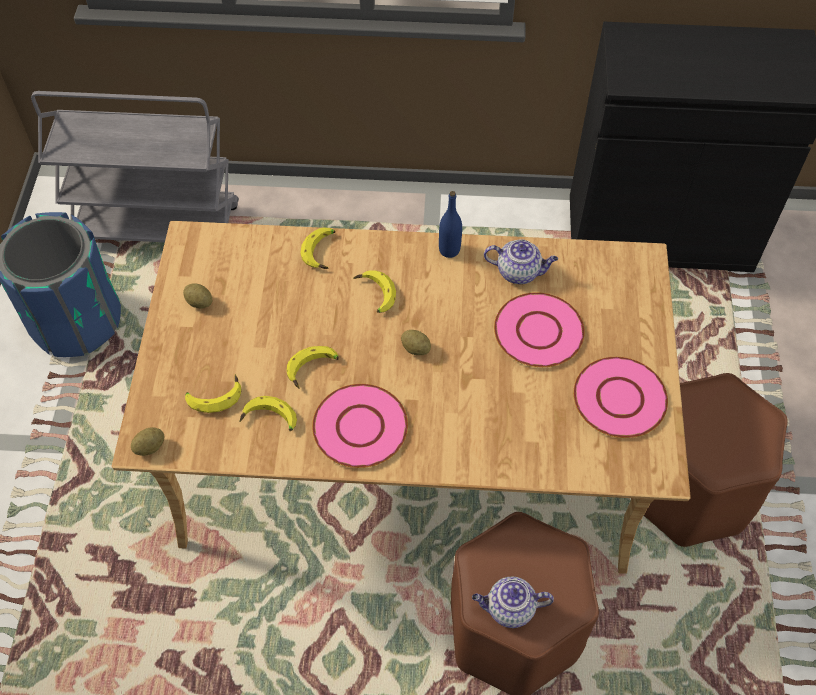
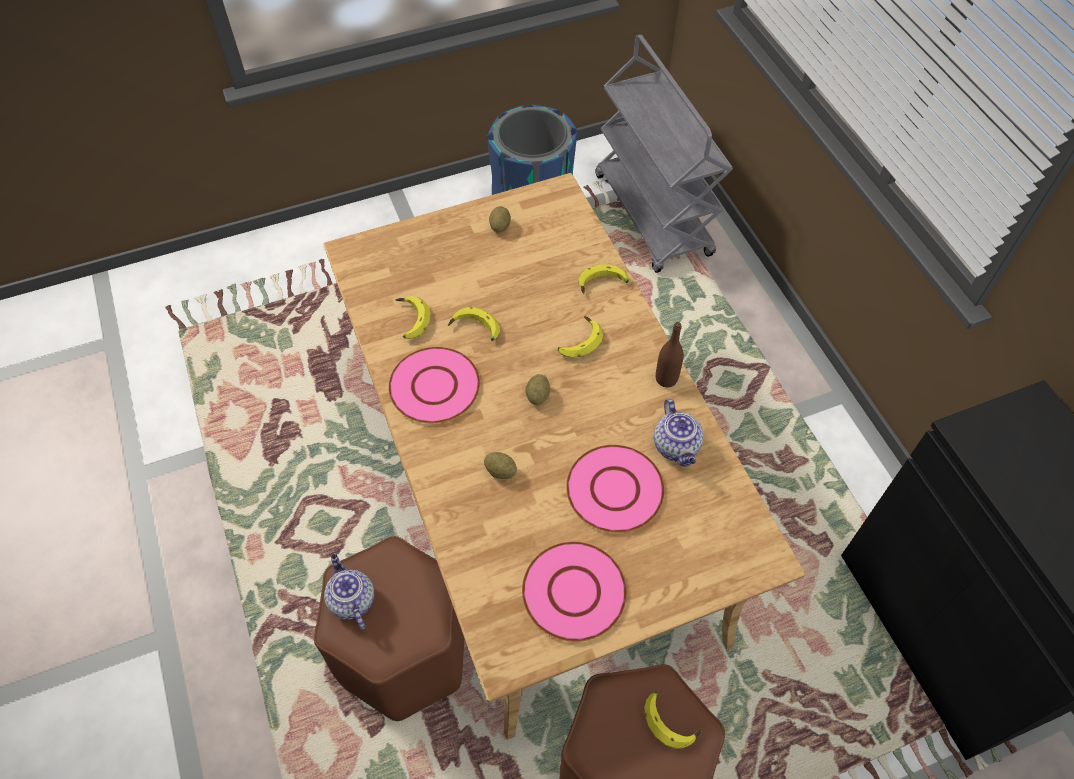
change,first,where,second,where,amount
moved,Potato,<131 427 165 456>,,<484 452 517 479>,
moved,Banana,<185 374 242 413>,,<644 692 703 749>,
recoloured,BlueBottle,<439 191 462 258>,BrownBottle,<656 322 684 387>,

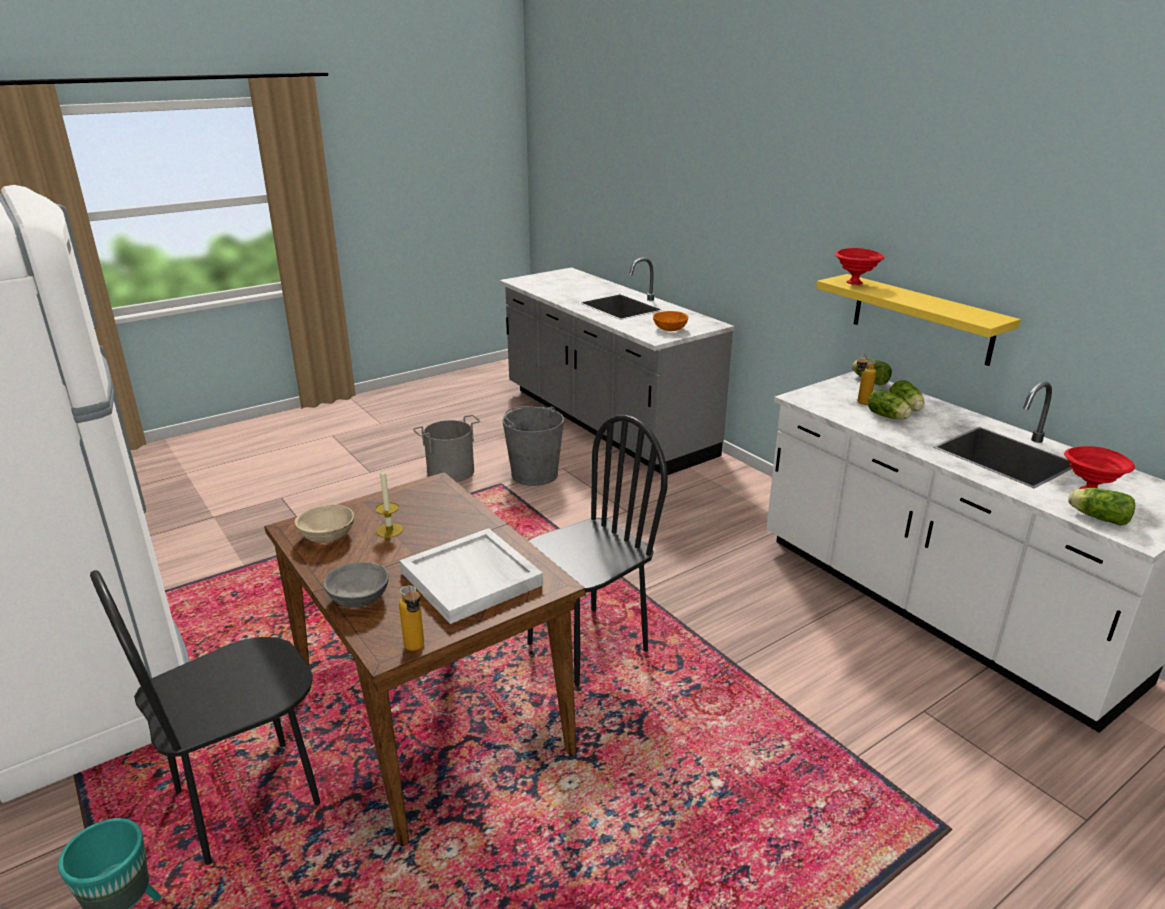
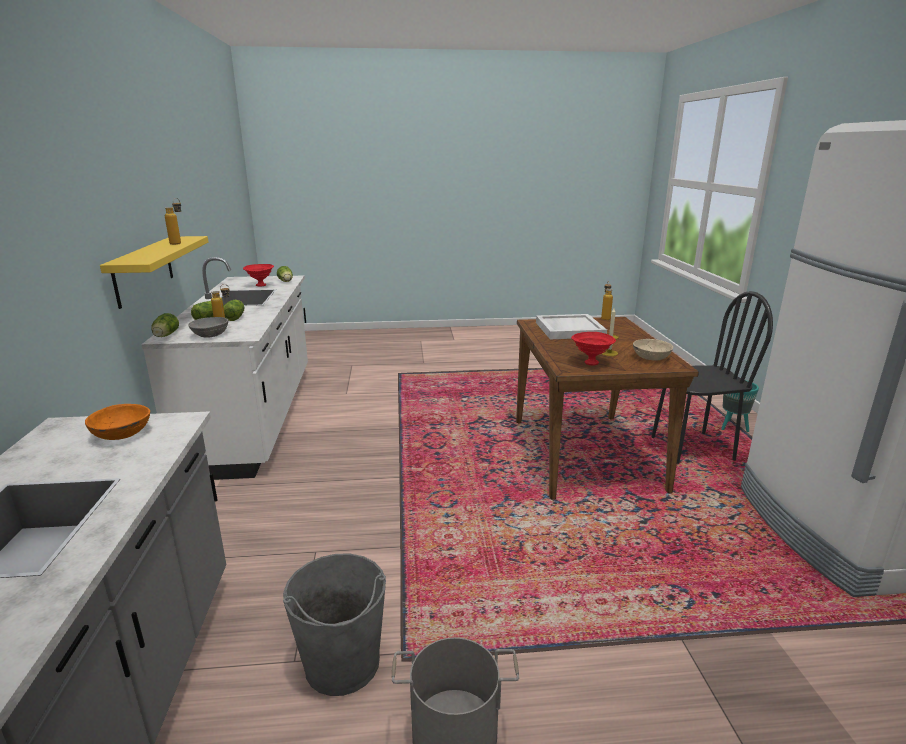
change,first,where,second,where,amount
added,,,Bottle,<165 198 181 245>,
moved,GreyBowl,<324 562 389 608>,,<188 317 228 338>,
moved,RedBowl,<835 248 885 285>,,<571 332 616 365>,
removed,BlackChair,<527 415 668 687>,,,

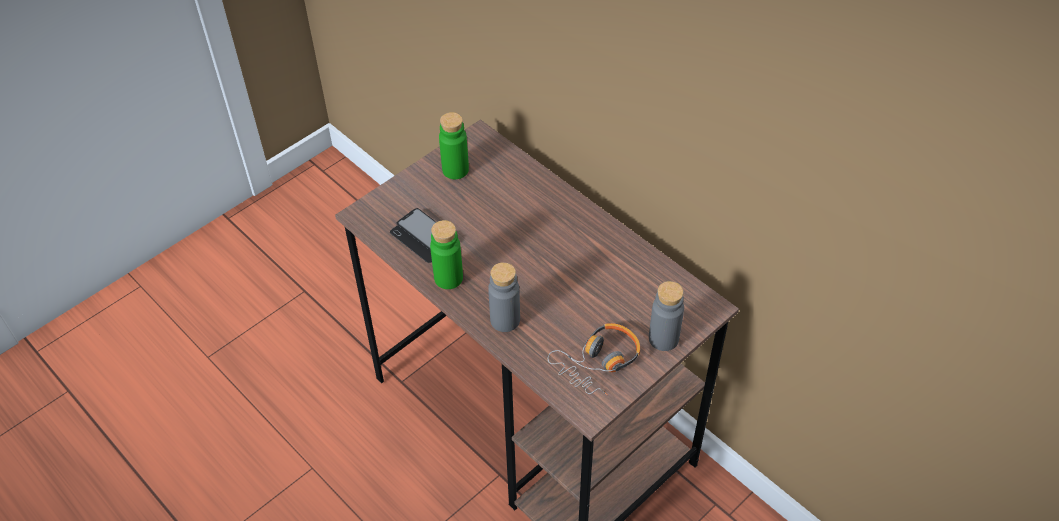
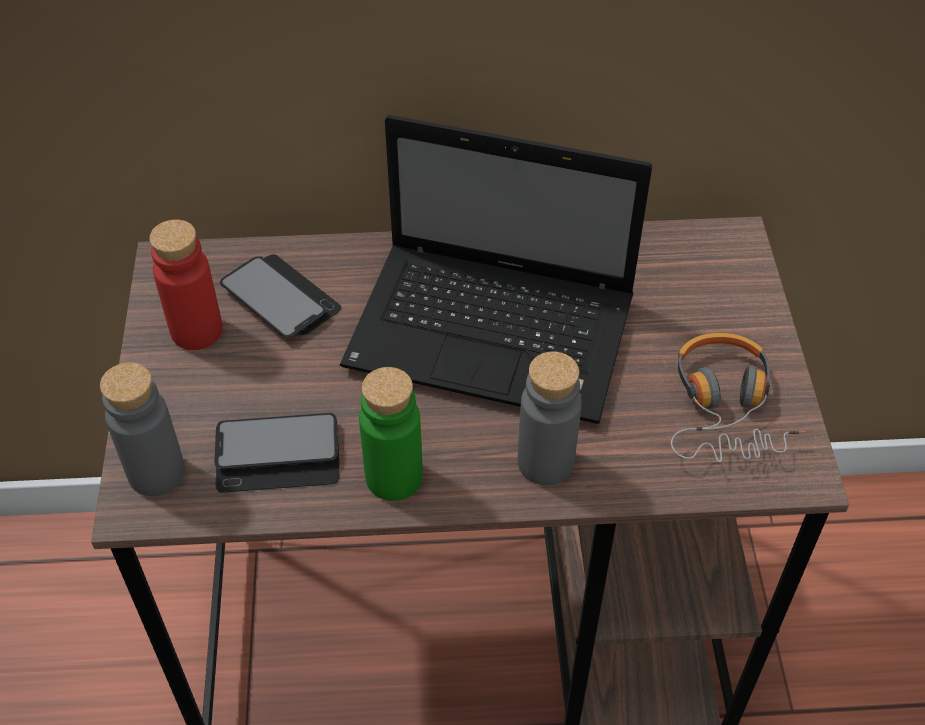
change,first,where,second,where,amount
moved,GreyBottle,<649 281 684 351>,,<100 362 185 496>,
recoloured,GreenBottle,<439 112 469 179>,RedBottle,<149 219 223 350>,
added,,,Phone,<220 254 341 338>,
added,,,Laptop,<340 115 652 424>,

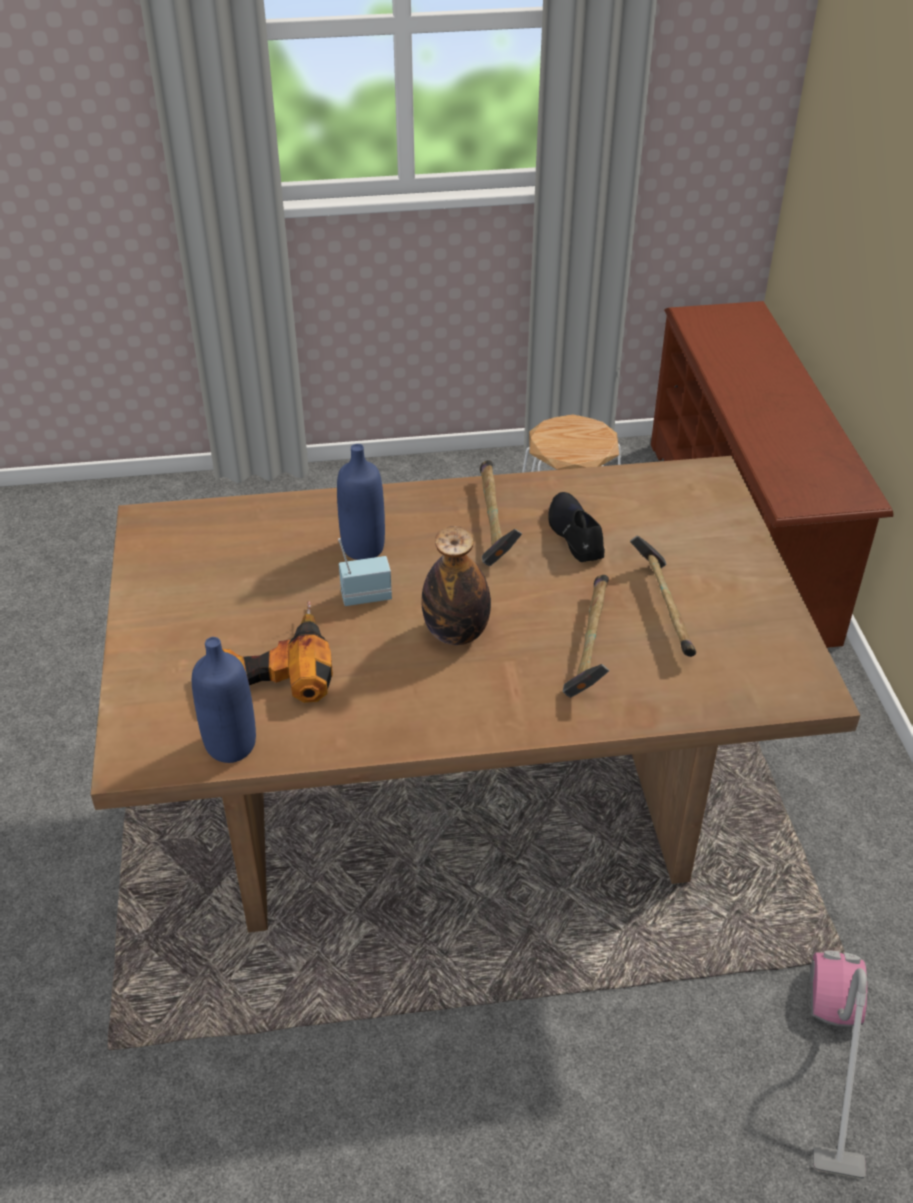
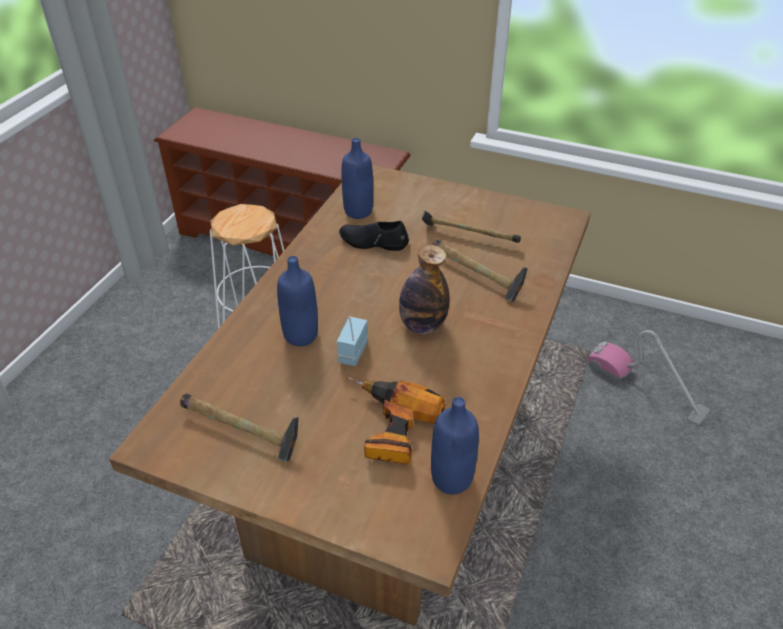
change,first,where,second,where,amount
moved,Hammer,<480 460 522 566>,,<180 393 299 462>,
added,,,BlueBottle,<342 138 373 219>,

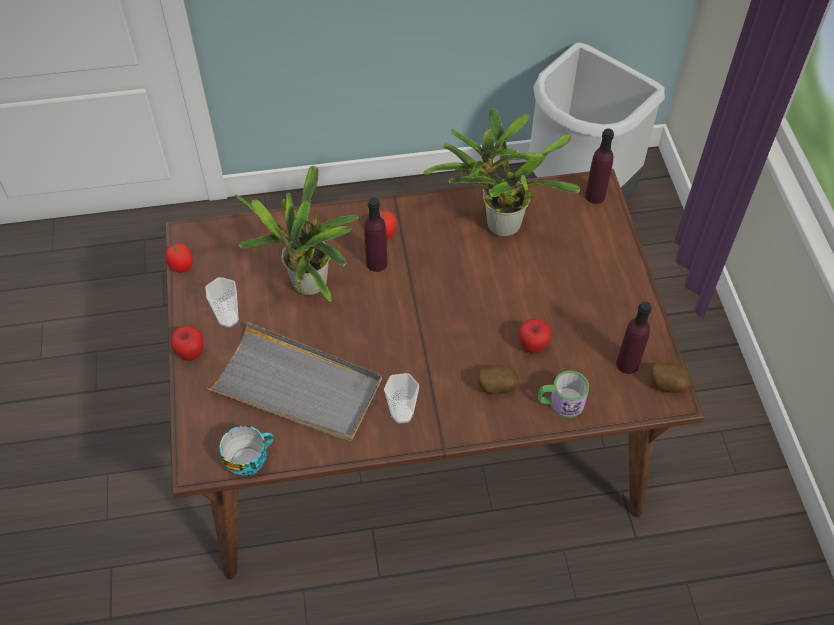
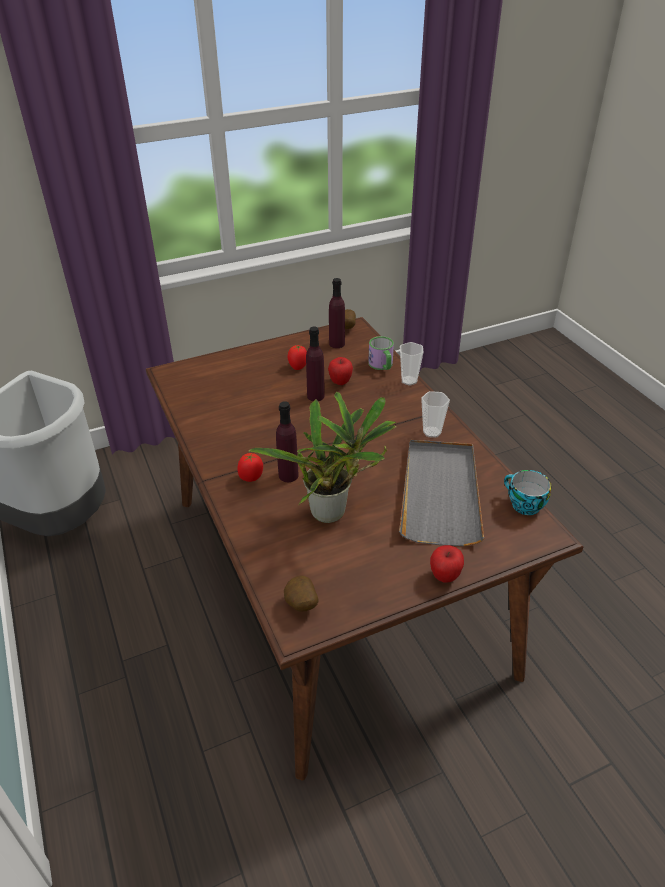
change,first,where,second,where,amount
moved,Potato,<478 365 519 394>,,<284 575 319 612>,
moved,Tomato,<166 244 193 273>,,<287 345 307 370>,
moved,PurpleBottle,<585 129 614 204>,,<306 327 324 401>,
moved,Cup,<205 277 239 328>,,<400 342 423 385>,
removed,PottedPlant,<423 108 580 237>,,,

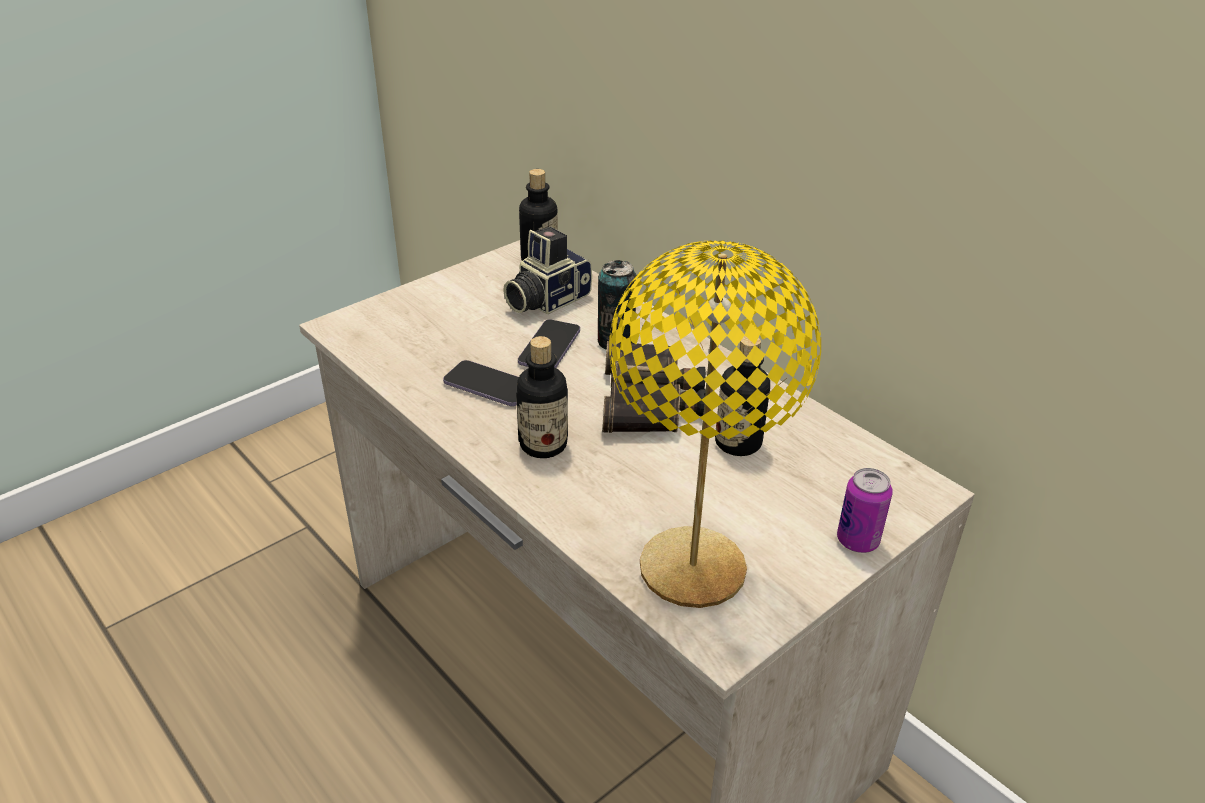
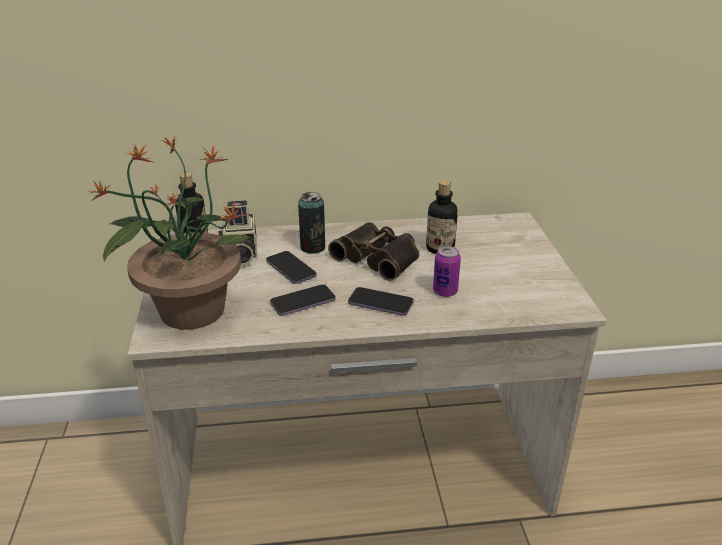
change,first,where,second,where,amount
added,,,PottedPlant,<89 137 249 330>,
replaced,Bottle,<516 336 568 458>,Phone,<348 287 414 316>,
moved,Can,<837 468 893 553>,,<433 246 461 297>,
removed,YellowTableLamp,<609 240 821 608>,,,

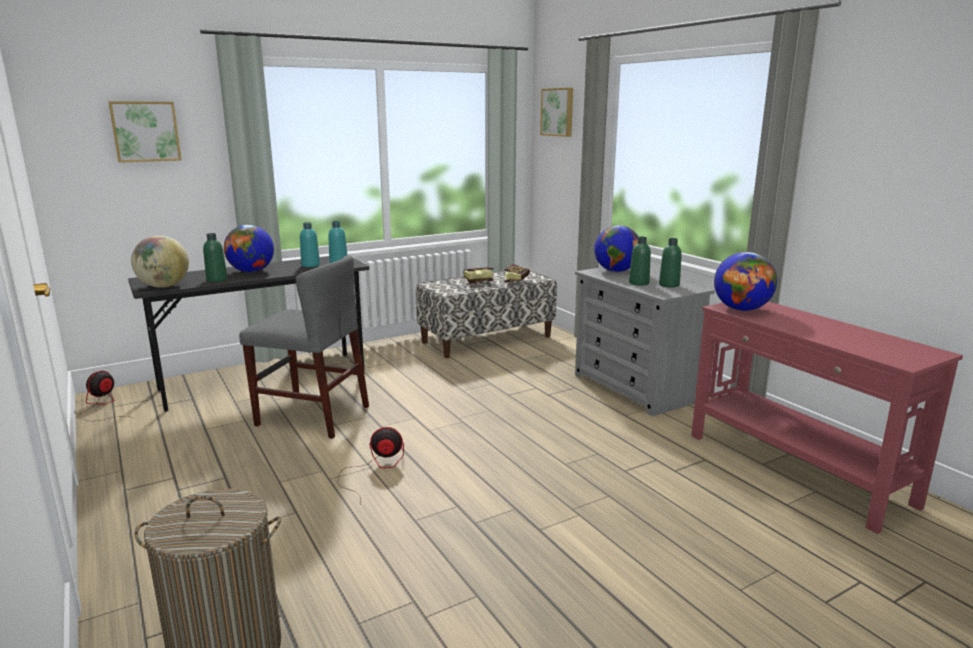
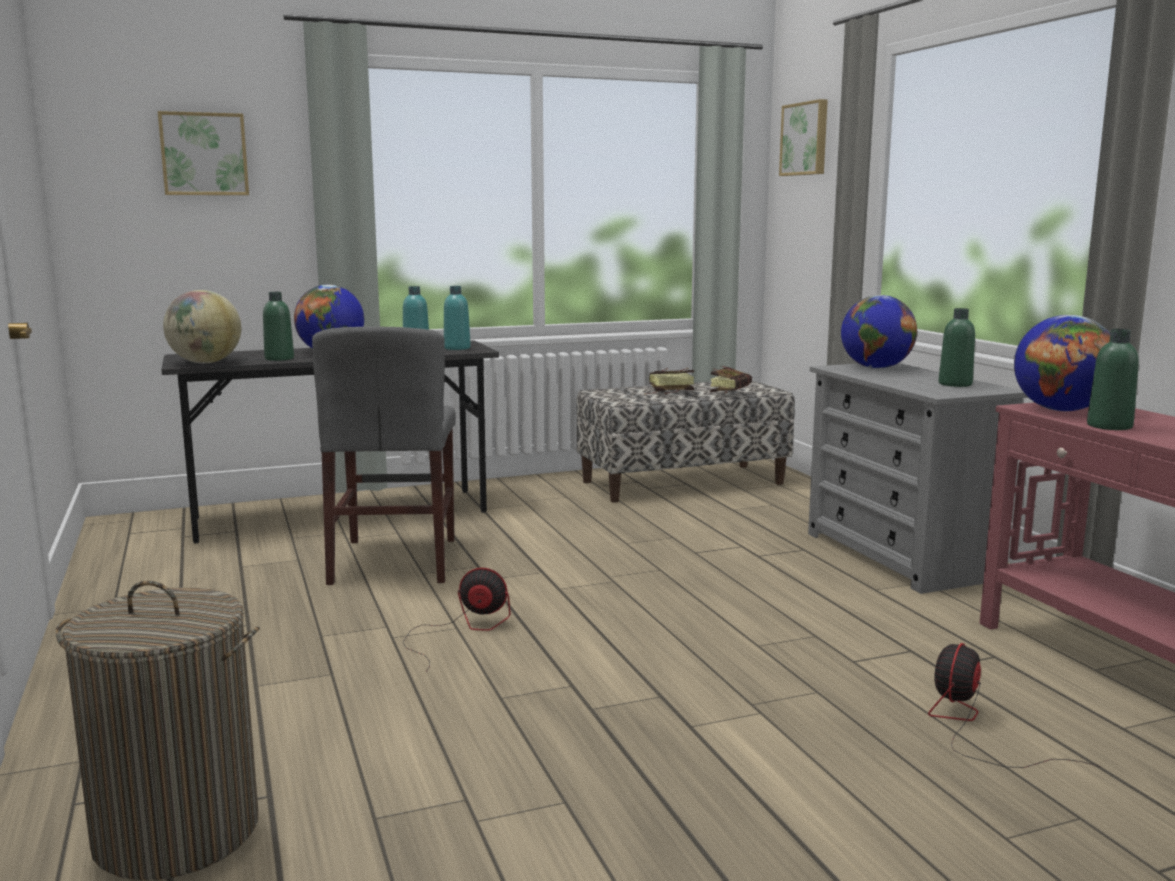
change,first,where,second,where,amount
turned,GreyChair,<239 255 369 439>,,<312 327 456 585>,60 degrees clockwise
moved,Fan,<77 371 133 421>,,<928 643 1101 768>,
moved,GreenBottle,<629 237 651 286>,,<1087 329 1139 430>,

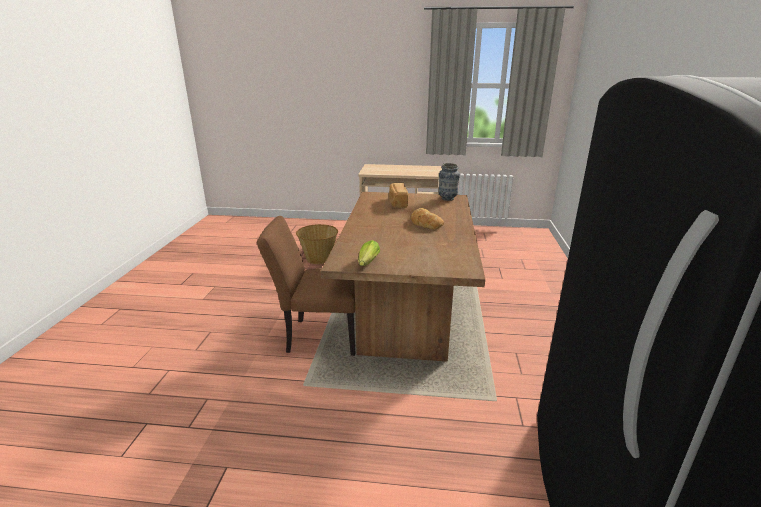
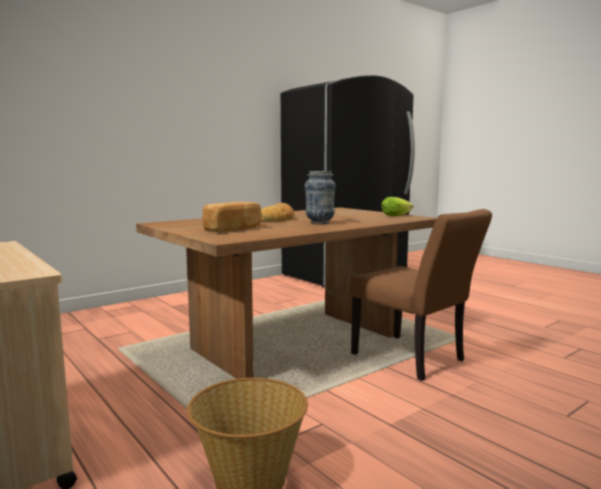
change,first,where,second,where,amount
moved,Vase,<438 163 460 201>,,<305 171 336 225>,

